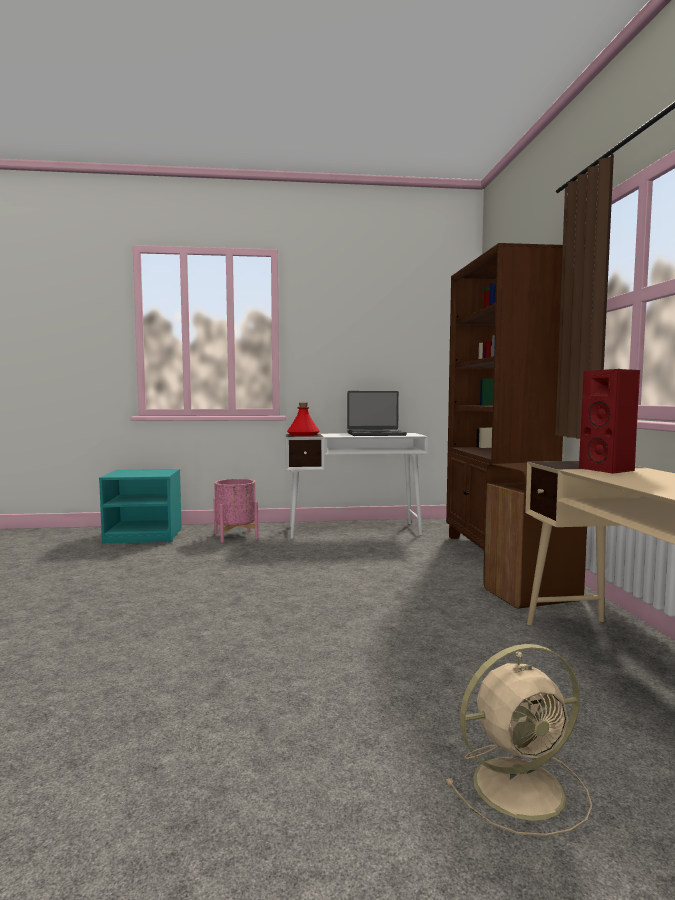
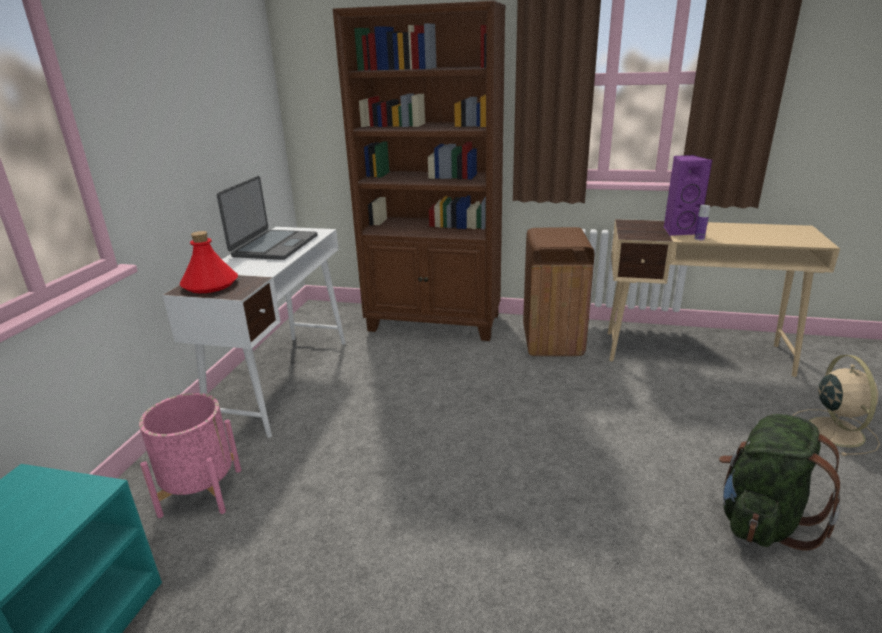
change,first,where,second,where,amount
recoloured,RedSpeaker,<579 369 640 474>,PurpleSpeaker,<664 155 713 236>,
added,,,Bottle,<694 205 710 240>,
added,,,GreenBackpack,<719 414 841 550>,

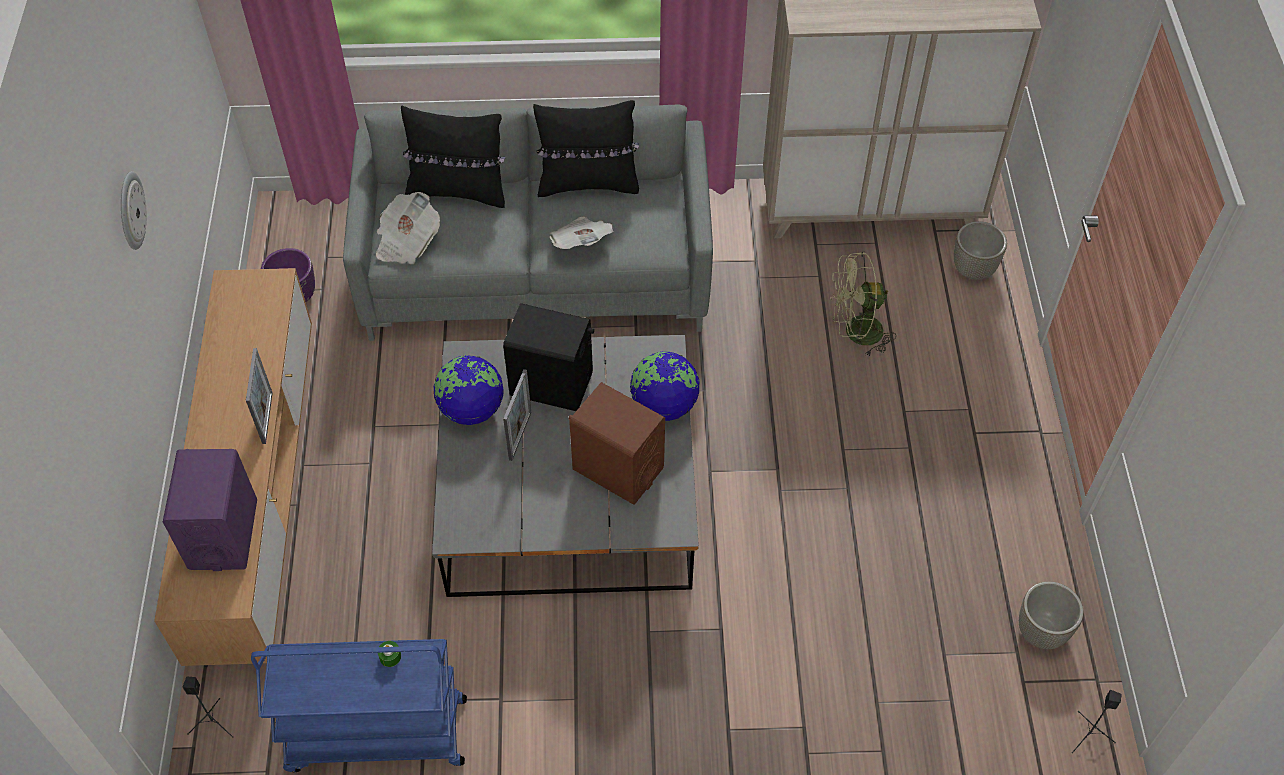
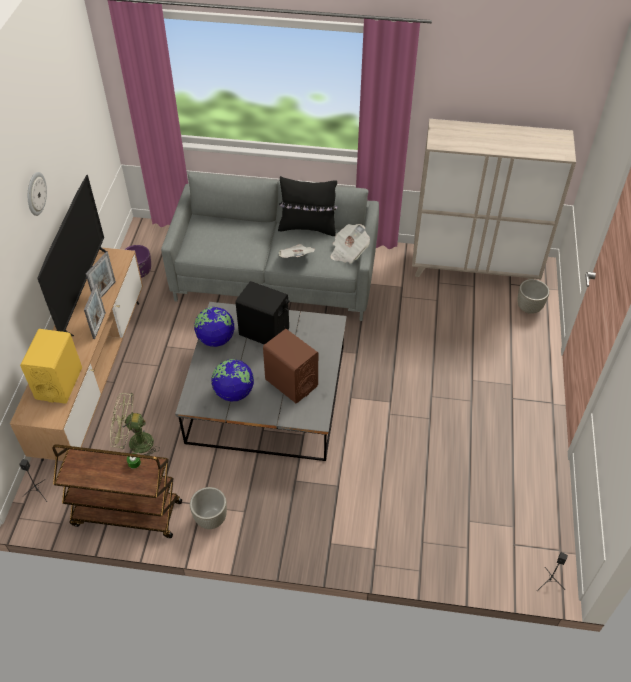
change,first,where,second,where,amount
recoloured,PurpleSpeaker,<163 449 257 571>,YellowSpeaker,<20 329 82 404>,
added,,,Television,<37 175 107 336>,
recoloured,BlueCart,<251 639 467 772>,BrownCart,<52 444 182 538>,
moved,PictureFrame,<503 369 532 461>,,<86 252 116 298>,
moved,GreenFan,<830 252 896 358>,,<110 393 160 456>,
moved,GreyPlanter,<1019 581 1084 649>,,<190 487 227 529>,
moved,Globe,<630 351 699 421>,,<211 359 254 401>,
moved,Newspaper,<376 192 440 264>,,<330 224 370 264>,
removed,BlackPillow,<401 105 505 208>,,,

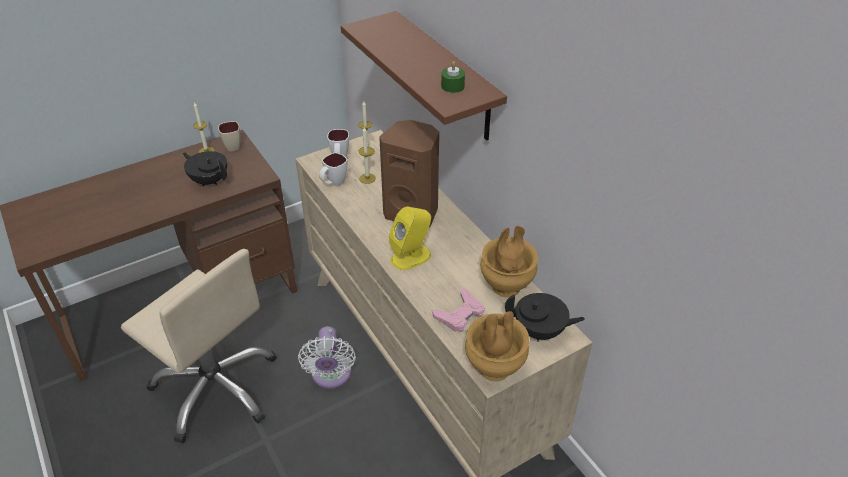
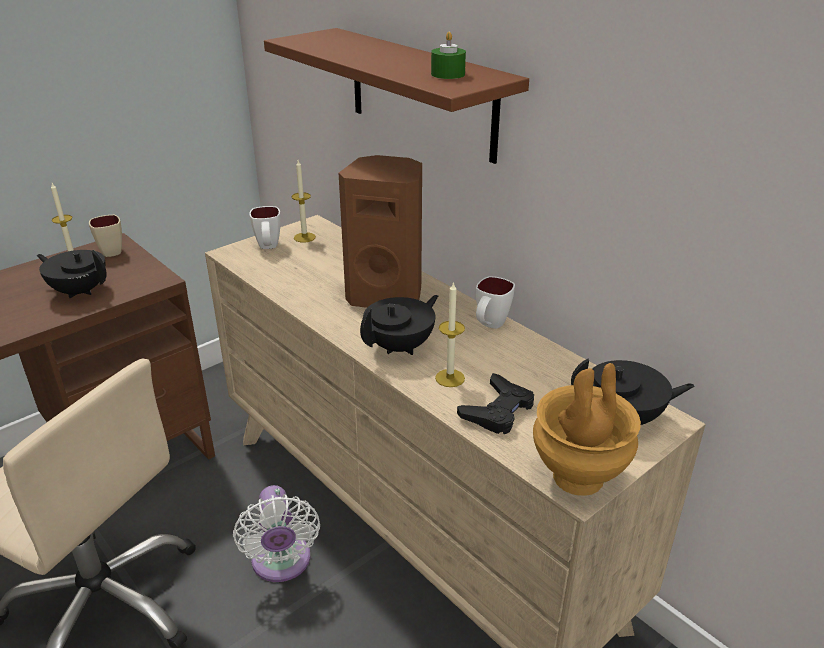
change,first,where,second,where,amount
replaced,YellowSpeaker,<389 207 431 270>,BlackTeapot,<360 295 438 355>,
moved,Candle,<359 127 376 184>,,<435 281 465 387>,
recoloured,PinkGameController,<433 288 485 332>,BlackGameController,<457 373 534 434>,
moved,WhiteMug,<319 153 348 186>,,<476 276 515 329>,
removed,BrownVase,<480 225 538 298>,,,

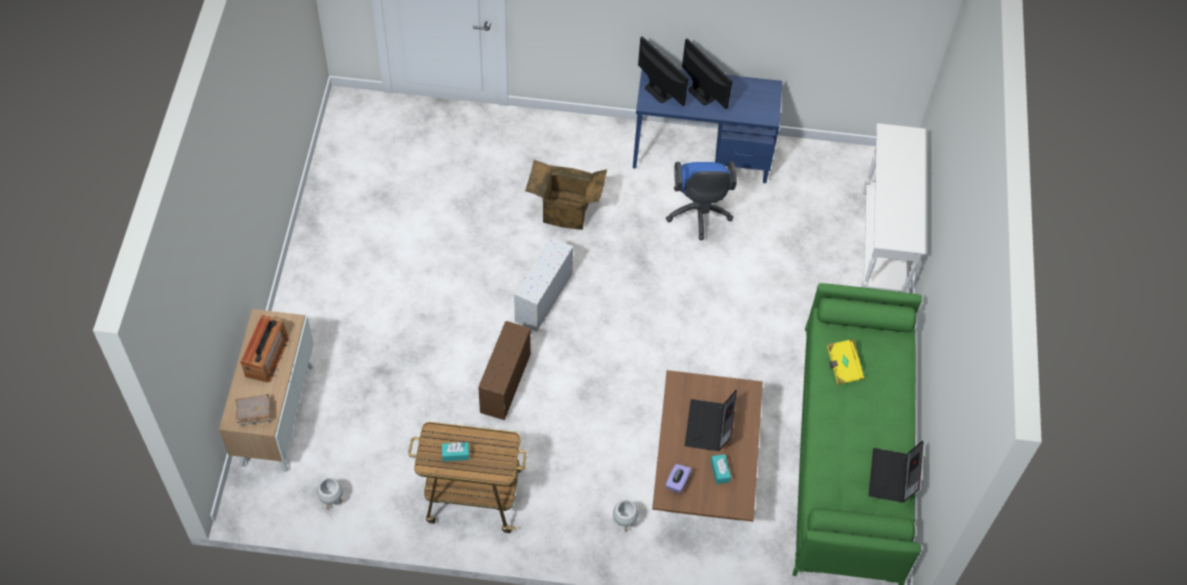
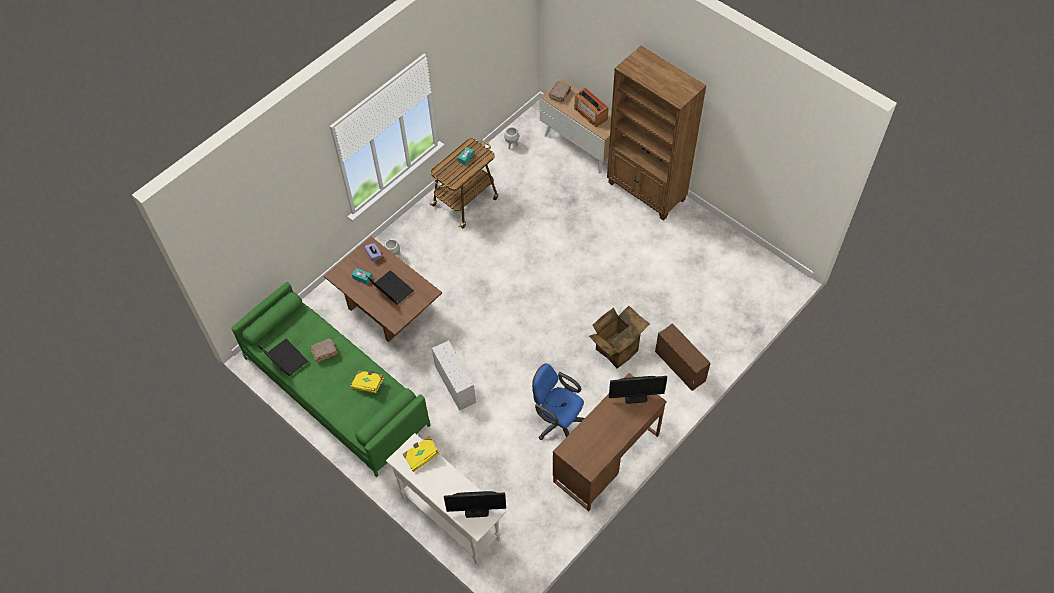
change,first,where,second,where,amount
added,,,BrownBook,<310 338 337 362>,
added,,,YellowBook,<403 436 440 472>,
moved,WhiteStorageBox,<514 237 573 332>,,<432 340 476 411>,
moved,Monitor,<682 38 732 109>,,<444 491 506 518>,
recoloured,BlueDesk,<633 69 782 183>,BrownDesk,<553 373 667 511>,
added,,,BrownBookcase,<607 46 707 221>,
moved,BrownStorageBox,<478 321 531 420>,,<655 324 710 391>,

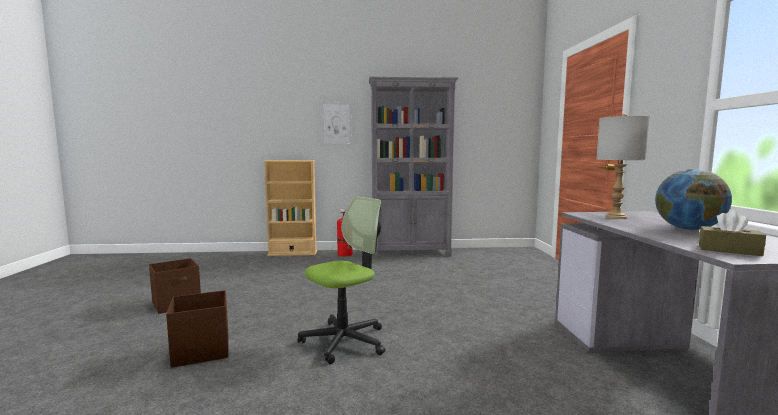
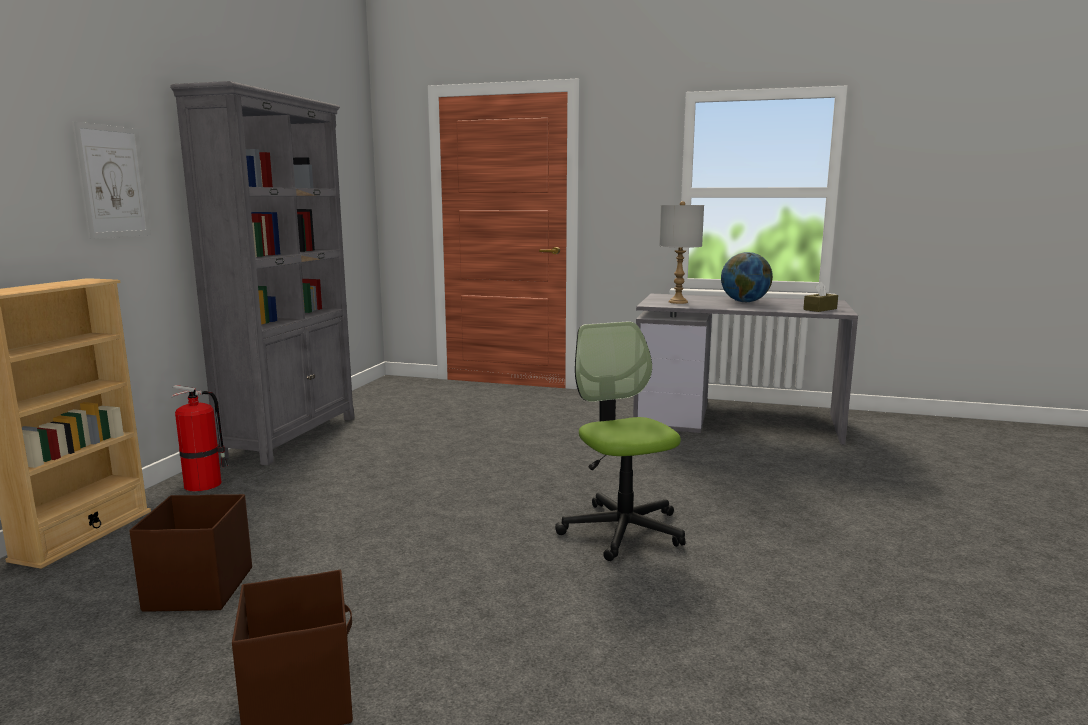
change,first,where,second,where,amount
moved,BrownStorageBox,<166 290 229 368>,,<129 494 252 612>,

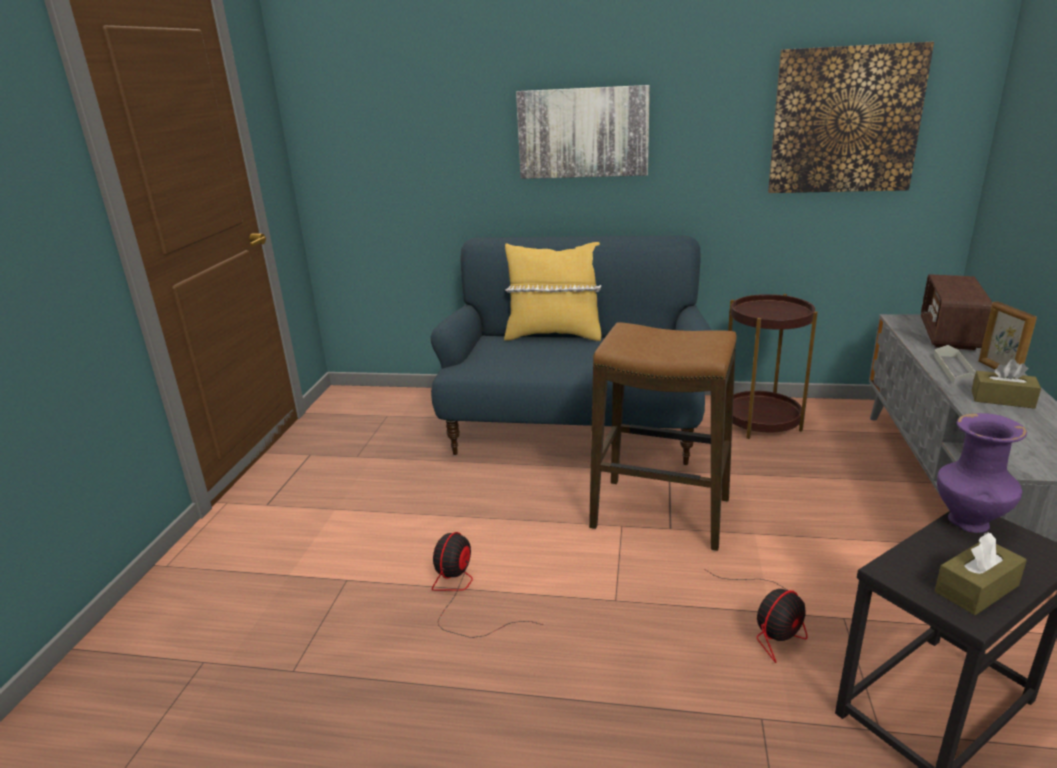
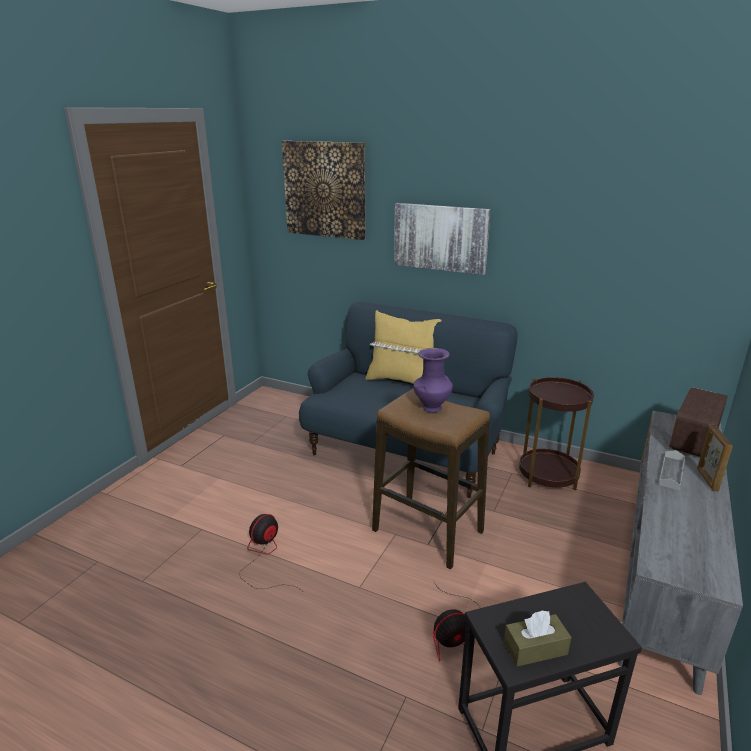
change,first,where,second,where,amount
moved,Picture,<768 42 934 193>,,<282 141 366 240>,
moved,PurpleVase,<937 413 1027 533>,,<413 348 453 412>,
removed,BrownTissueBox,<972 359 1041 409>,,,

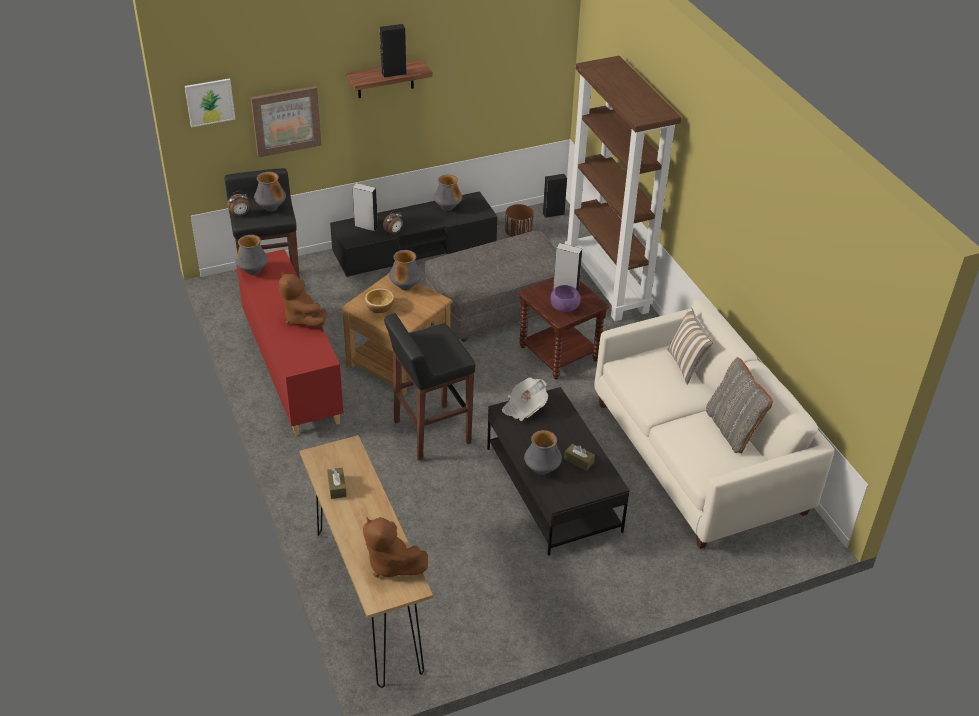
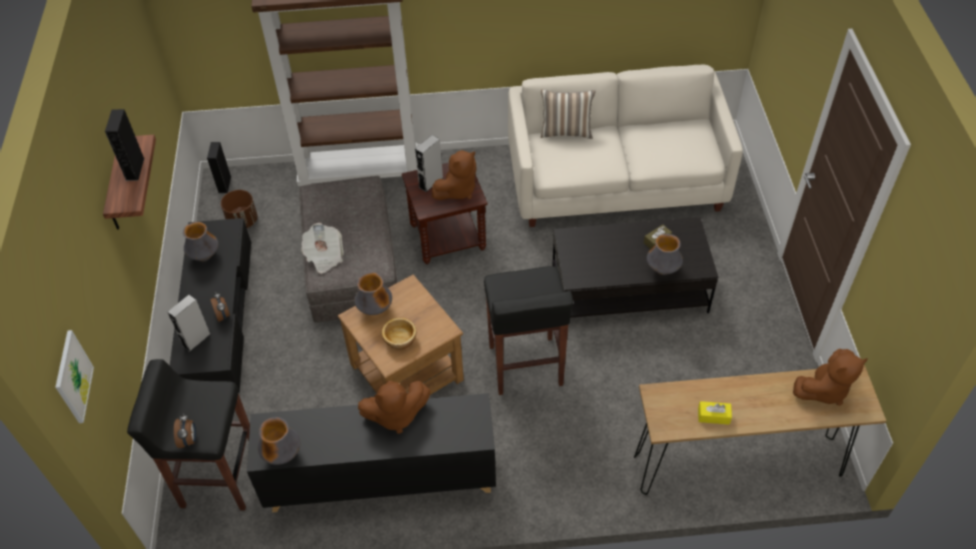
change,first,where,second,where,amount
recoloured,RedCabinet,<236 249 344 435>,BlackCabinet,<247 393 496 512>,
moved,Newspaper,<502 378 548 421>,,<301 223 343 274>,
replaced,PurpleBowl,<550 285 581 312>,BrownPlushToy,<432 150 477 200>,
recoloured,BrownTissueBox,<327 468 347 499>,YellowTissueBox,<698 401 732 425>,
removed,Picture,<251 86 322 157>,,,
removed,Vase,<254 172 286 212>,,,
removed,GreyPillow,<706 357 773 453>,,,

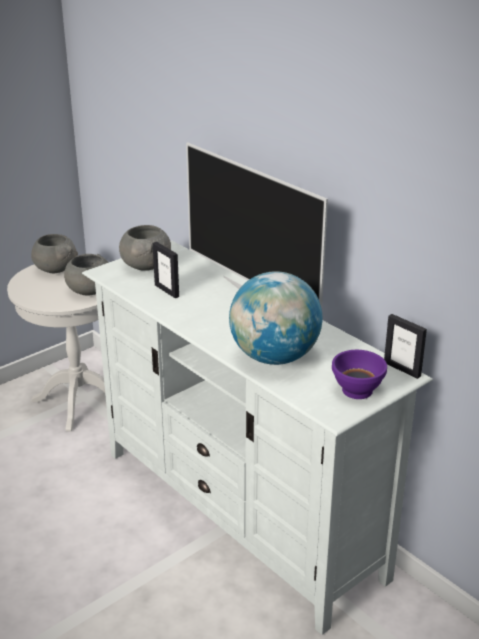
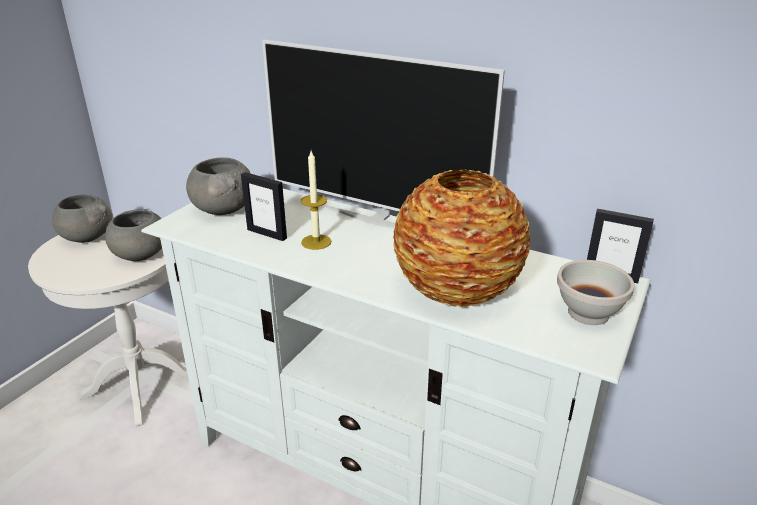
change,first,where,second,where,amount
added,,,Candle,<301 151 331 250>,
replaced,Globe,<229 271 322 365>,Vase,<393 170 530 307>,
recoloured,PurpleBowl,<332 350 387 399>,WhiteBowl,<557 260 634 325>,

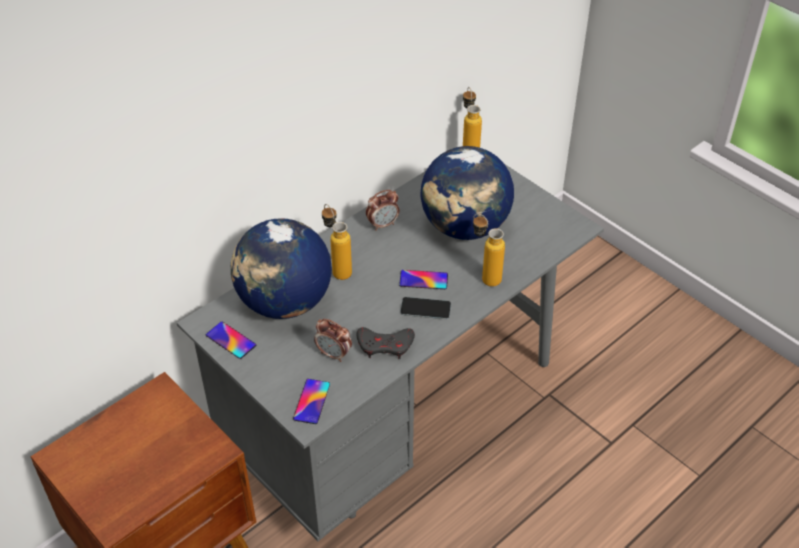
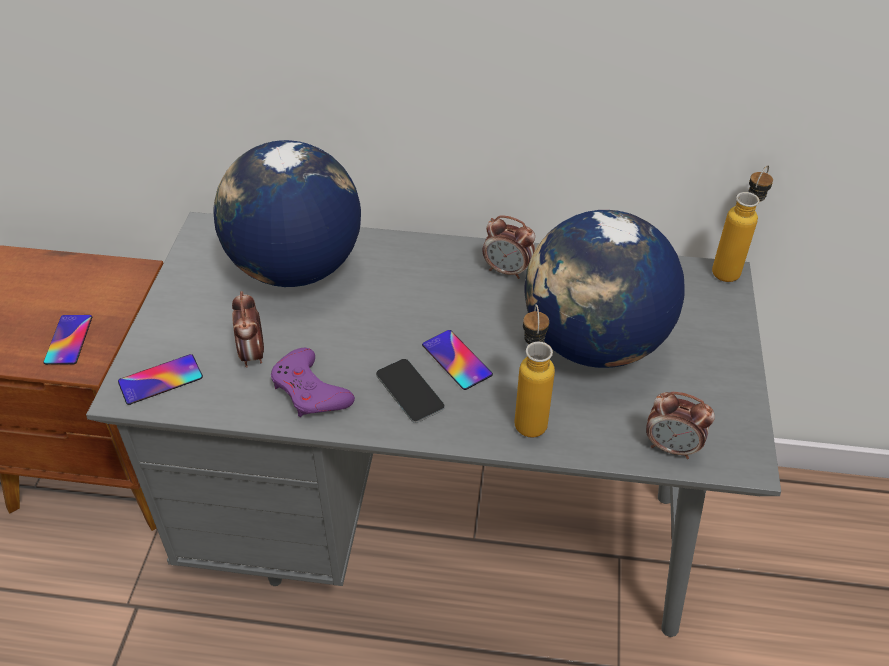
change,first,where,second,where,amount
moved,Phone,<206 322 256 359>,,<44 315 92 365>,
recoloured,GreyGameController,<356 327 415 359>,PurpleGameController,<271 348 355 417>,
added,,,AlarmClock,<646 392 715 459>,
removed,Bottle,<322 204 352 280>,,,

